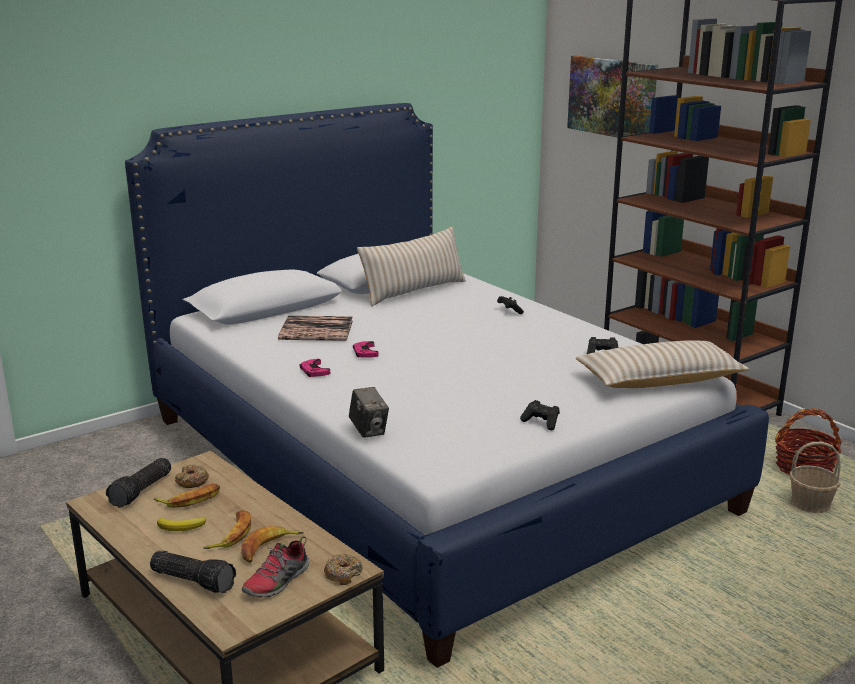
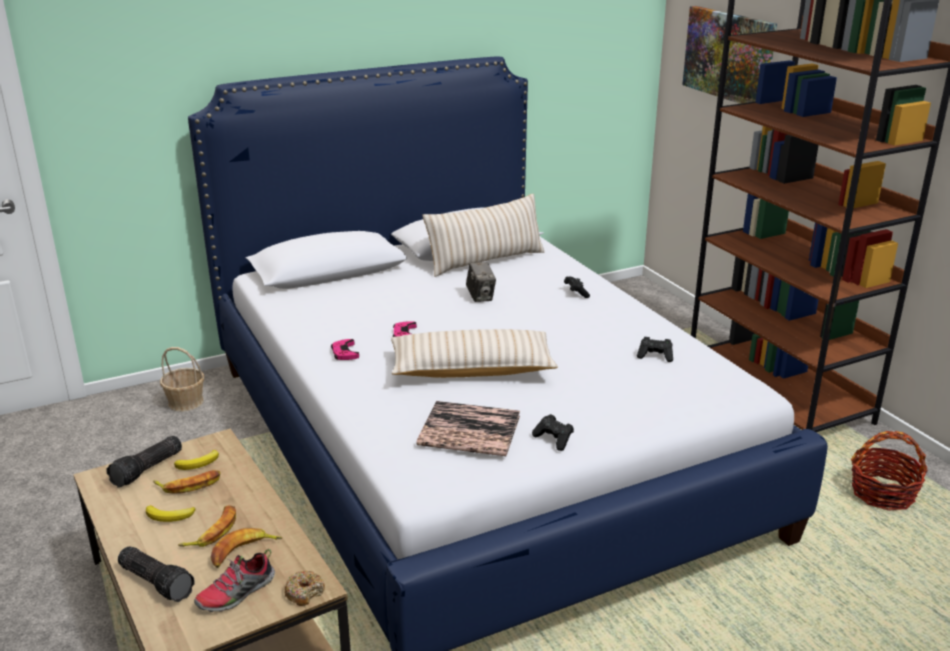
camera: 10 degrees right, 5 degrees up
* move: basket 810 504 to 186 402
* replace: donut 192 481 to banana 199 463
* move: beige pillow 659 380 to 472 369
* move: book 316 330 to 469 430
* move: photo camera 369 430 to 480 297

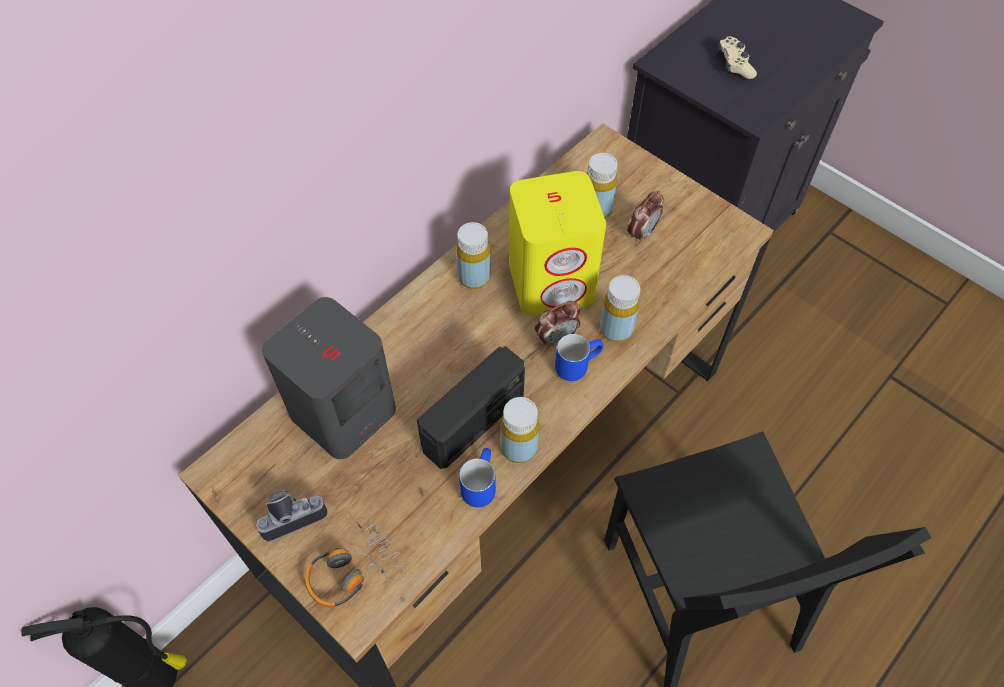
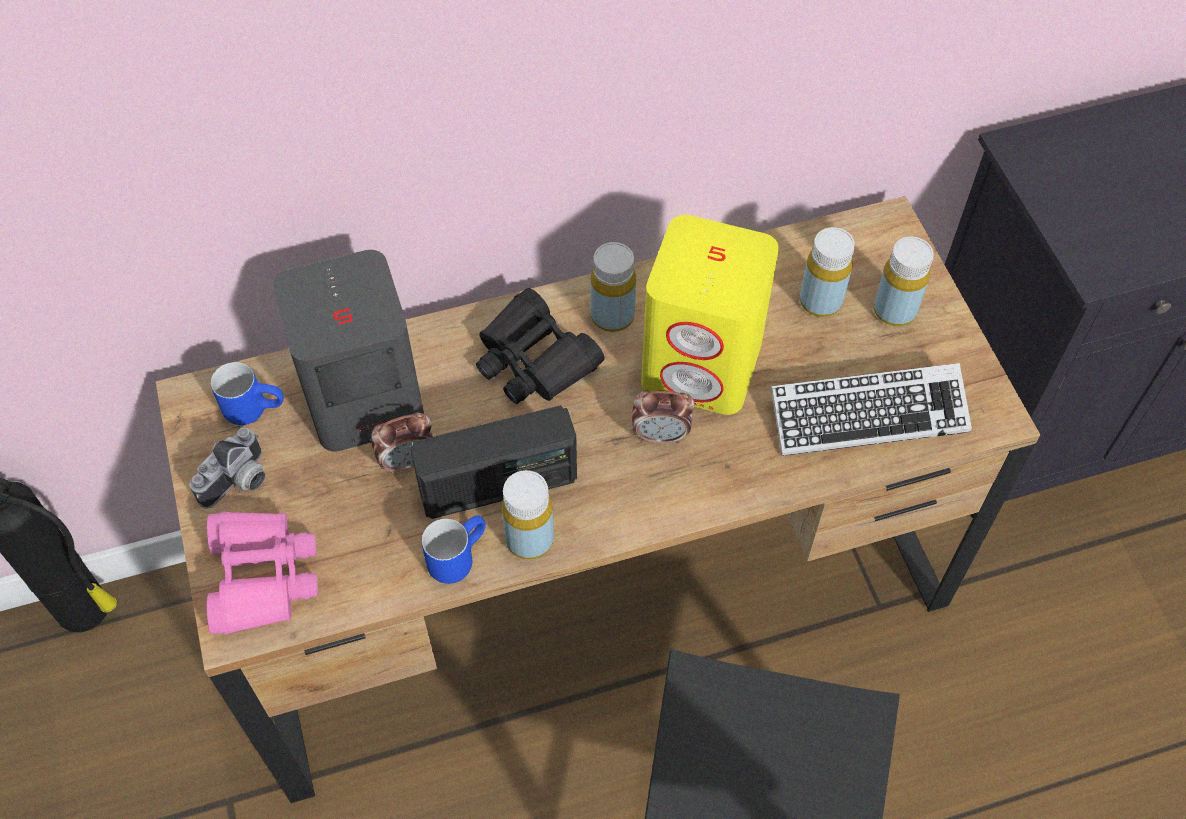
camera: 30 degrees right, 0 degrees up
* rotate: photo camera 292 514 = 239 483 120 degrees clockwise
* replace: headphones 353 571 to pink binoculars 262 577
* move: blue mug 576 364 to 255 407
* move: alarm clock 642 233 to 407 461
* insert: black binoculars 534 360
* insert: keyboard 868 415
* move: yellow bottle 616 329 to 894 310
* delete: beige game controller 734 64

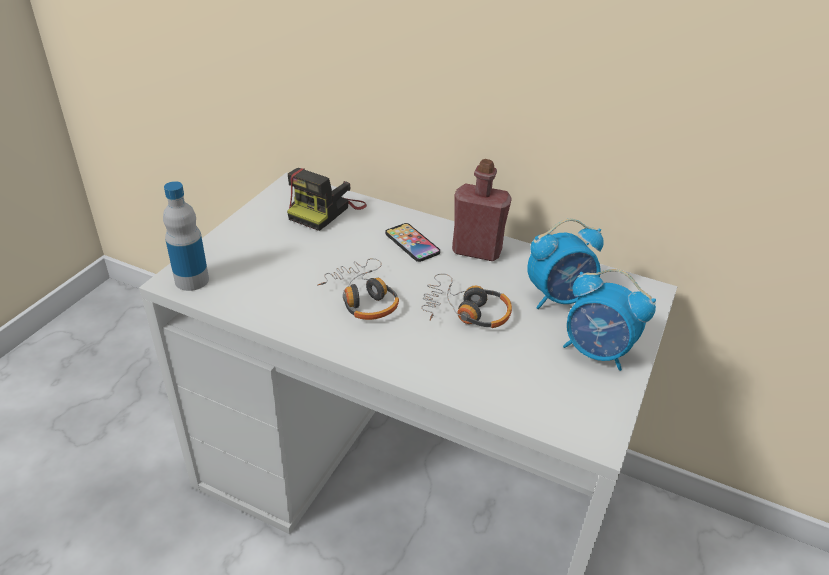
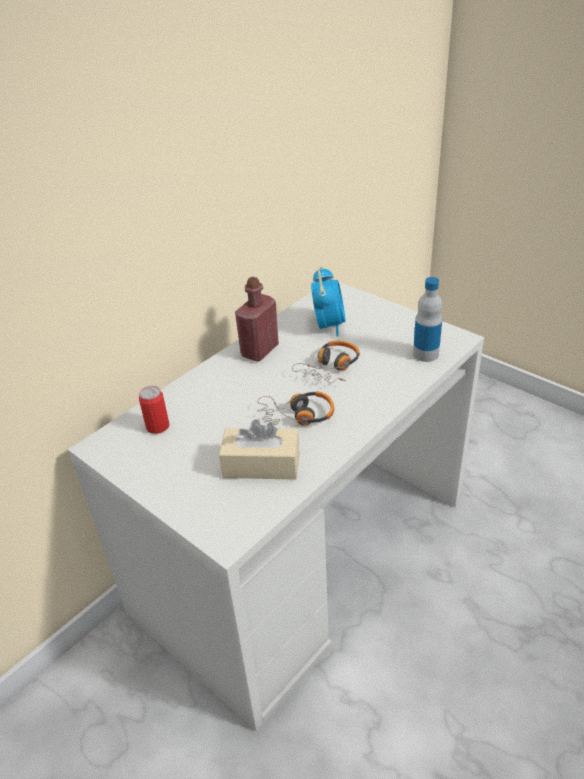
camera: 70 degrees left, 0 degrees up
* replace: photo camera 325 210 to can 157 426
* insert: beige tissue box 261 465
* move: bottle 192 280 to 425 354
* delete: phone 412 243
* delete: alarm clock 597 352

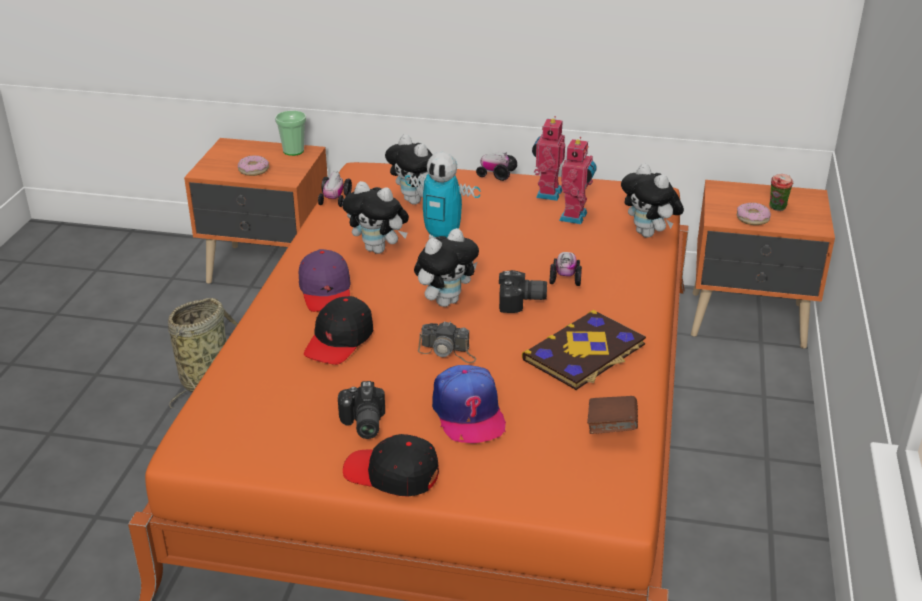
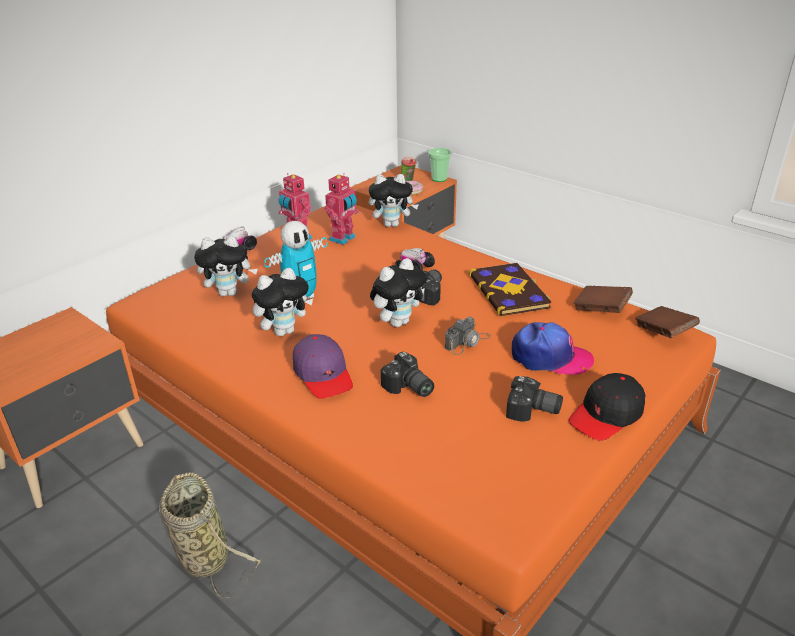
camera: 60 degrees left, 0 degrees up
* rotate: purple cap 326 291 = 323 374 45 degrees clockwise
* rotate: toy robot 575 217 = 343 239 75 degrees clockwise
* rotate: plush toy 446 301 = 398 322 60 degrees clockwise
* replace: black cap 339 340 to photo camera 408 388
* move: cup 293 151 to 439 179
* insert: brown book 663 333
* delete: donut 253 170
* delete: toy car 334 199

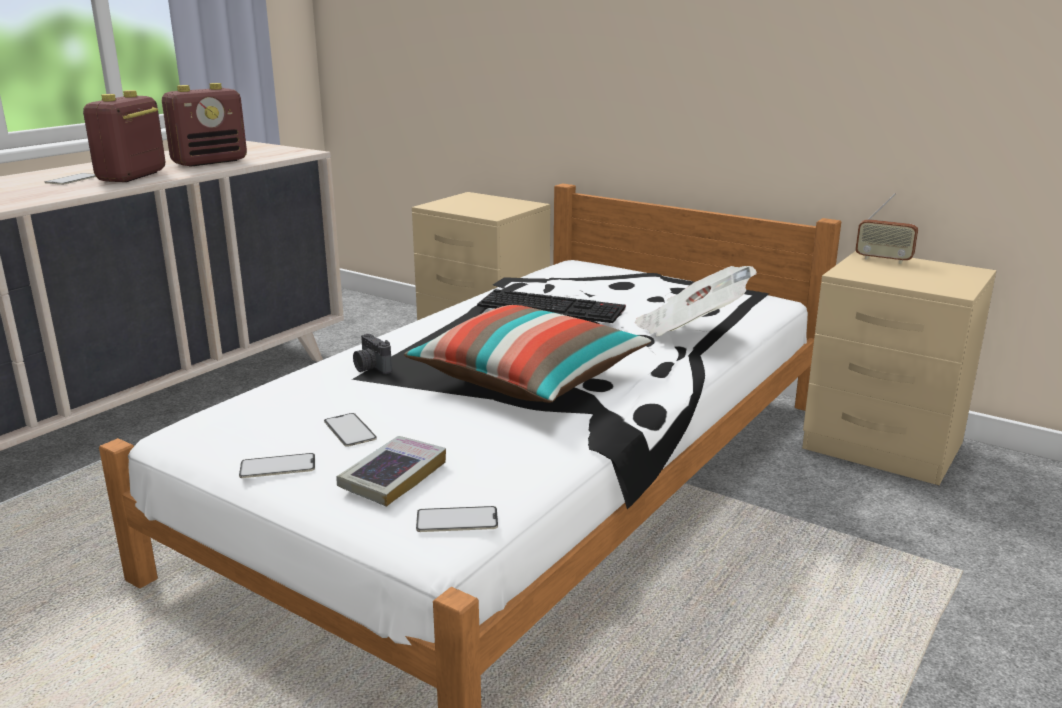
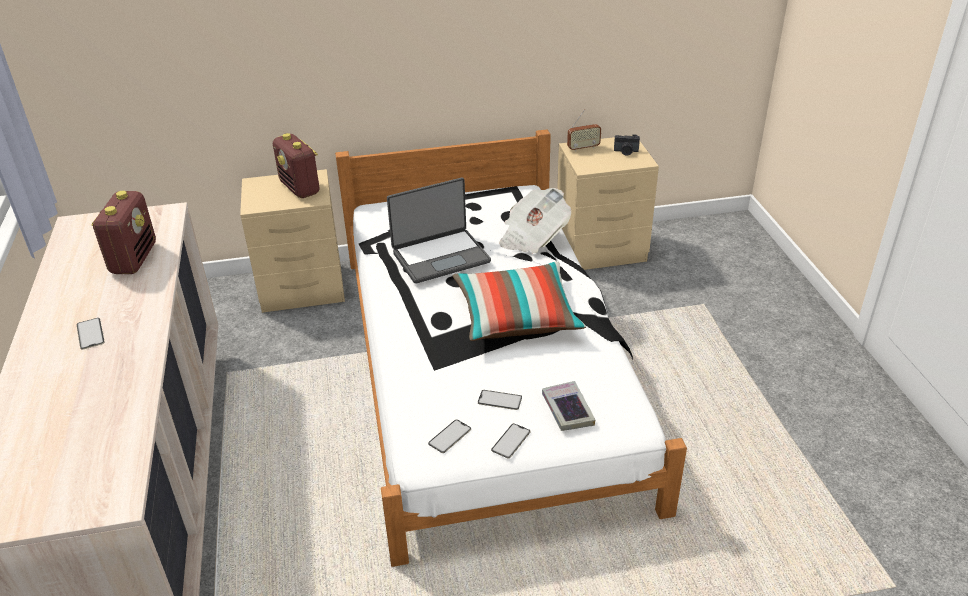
camera: 45 degrees left, 15 degrees up
* move: radio 132 177 to 300 188
* replace: keyboard 553 307 to laptop 440 256
* move: phone 457 520 to 450 436
* move: photo camera 371 368 to 626 152

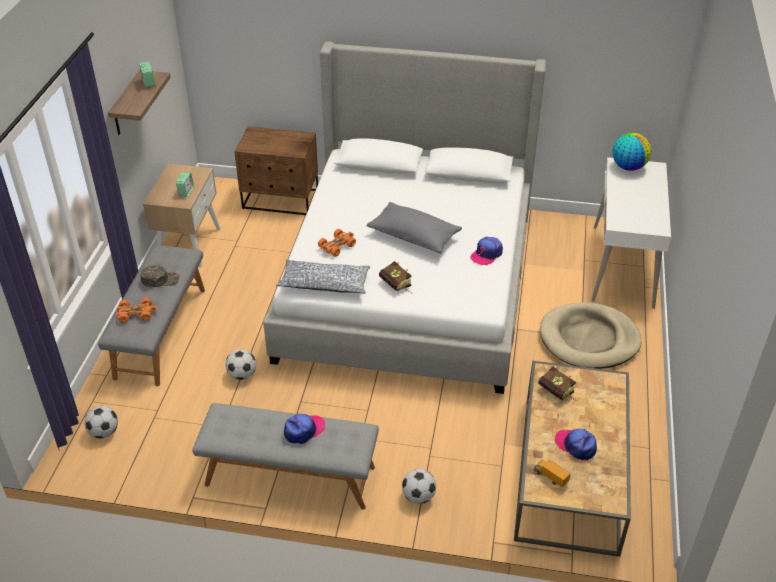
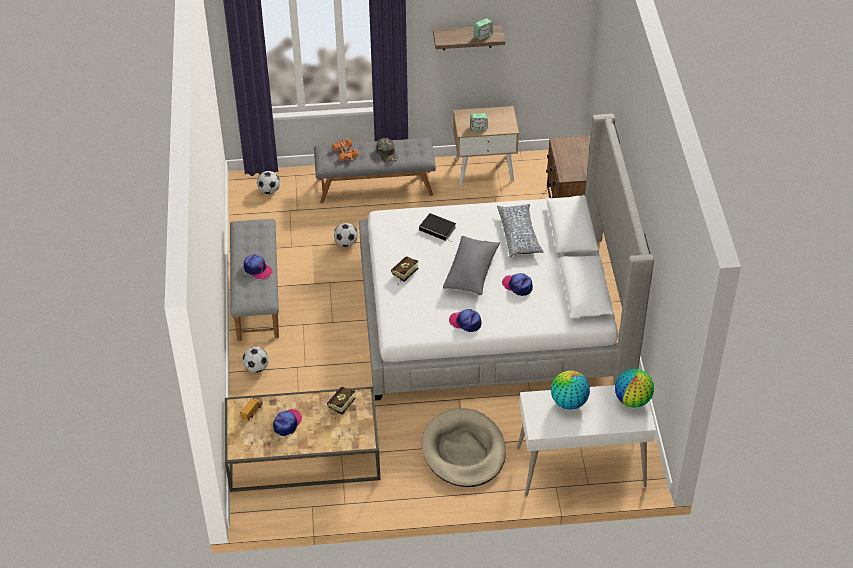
camera: 75 degrees right, 5 degrees up
* replace: orange toy car 337 246 to book 438 229
* move: pillow 324 283 to 519 235
* insert: cap 517 286
* insert: globe 568 402

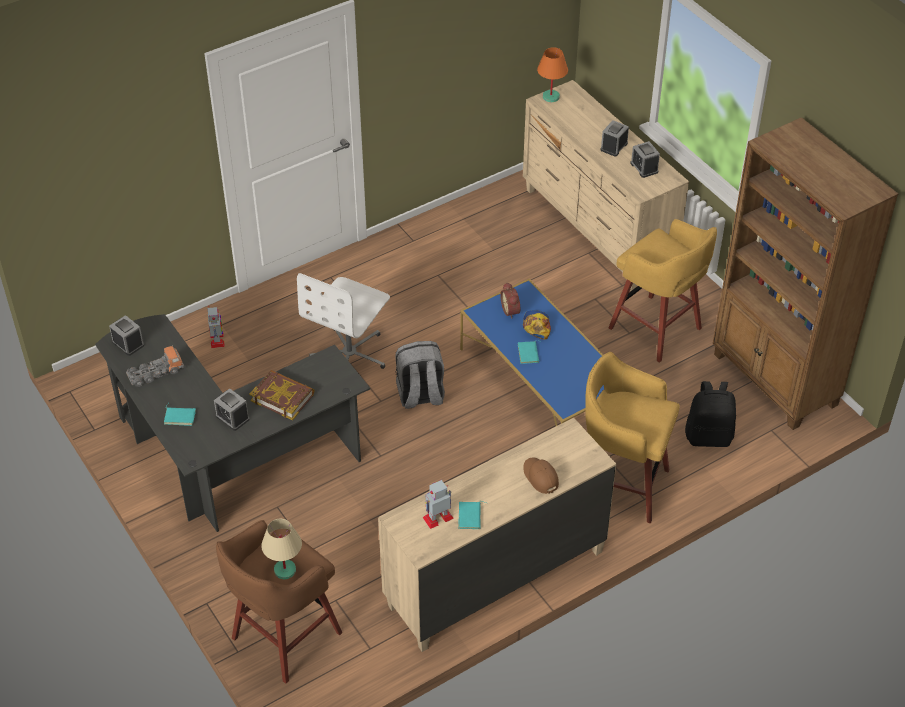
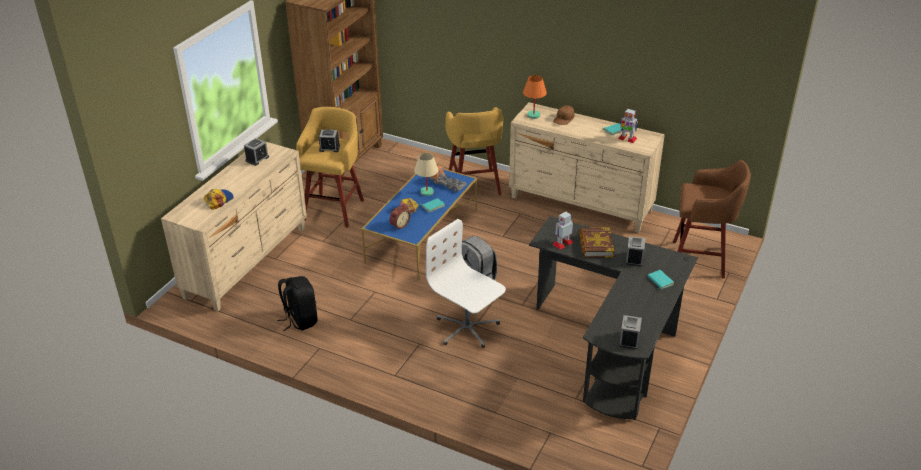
camera: 120 degrees left, 10 degrees down
* insert: cap 218 200
* move: black backpack 709 436 to 300 320
* move: alarm clock 614 146 to 329 148
* move: beige table lamp 285 570 to 427 192
* rotate: white office chair 350 354 = 467 328 135 degrees counterclockwise
* move: toy truck 156 373 to 447 184
* move: orange table lamp 551 97 to 533 115
* move: toy robot 217 340 to 563 243

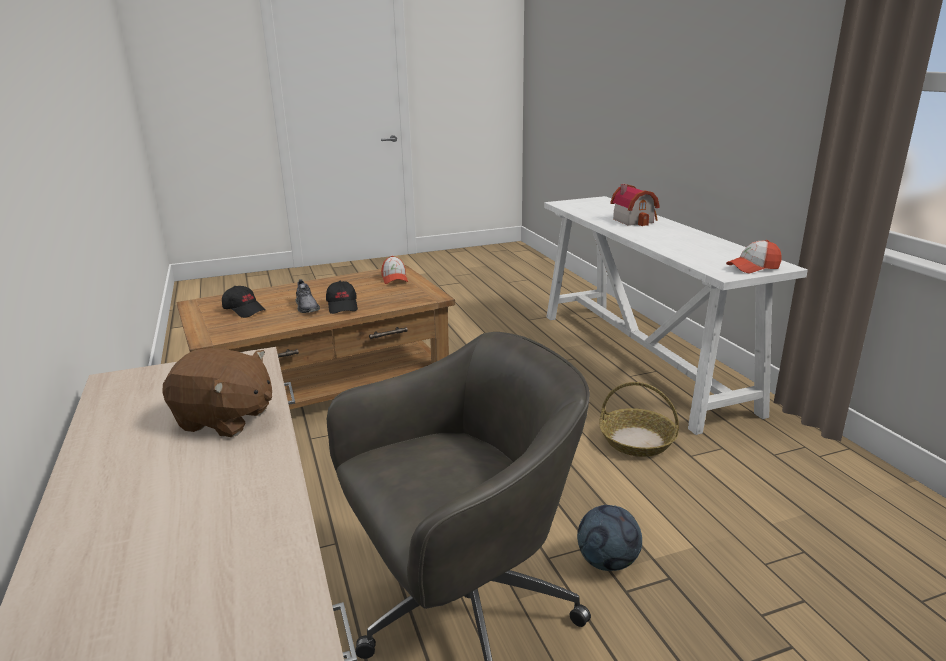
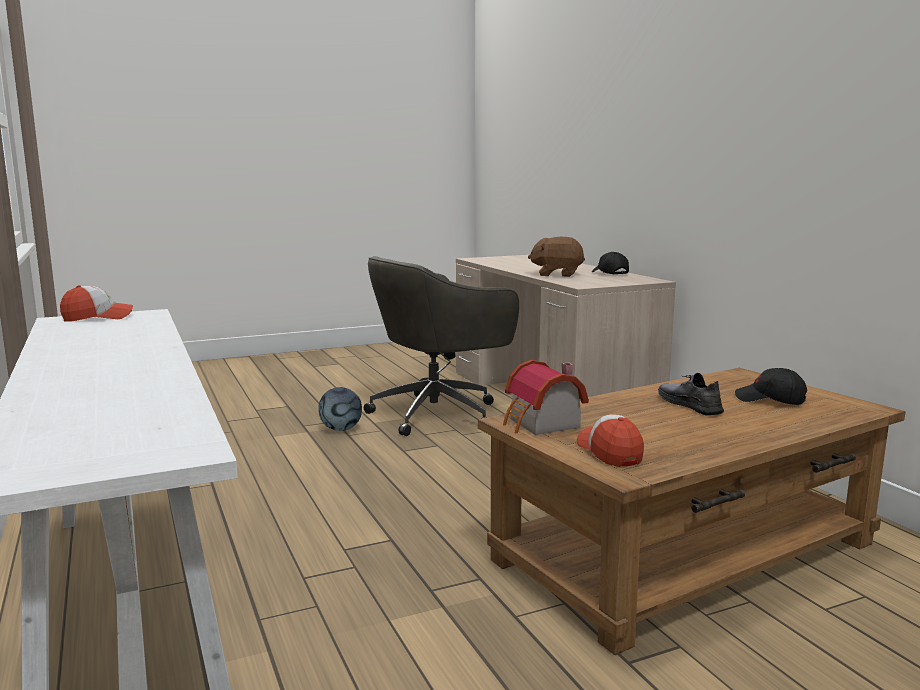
camera: 175 degrees right, 10 degrees down
* move: toy house 635 220 to 541 424
* move: black cap 343 306 to 609 273
* delete: basket 636 441

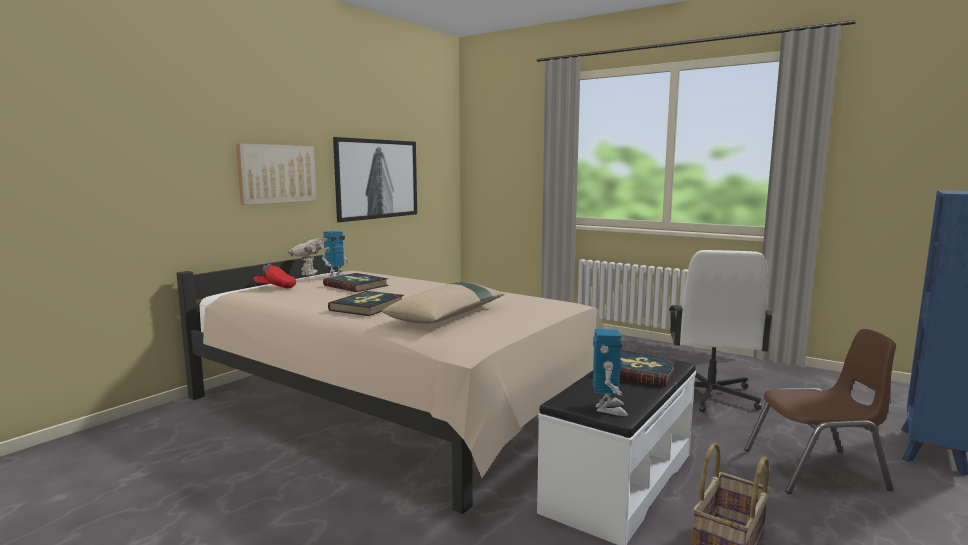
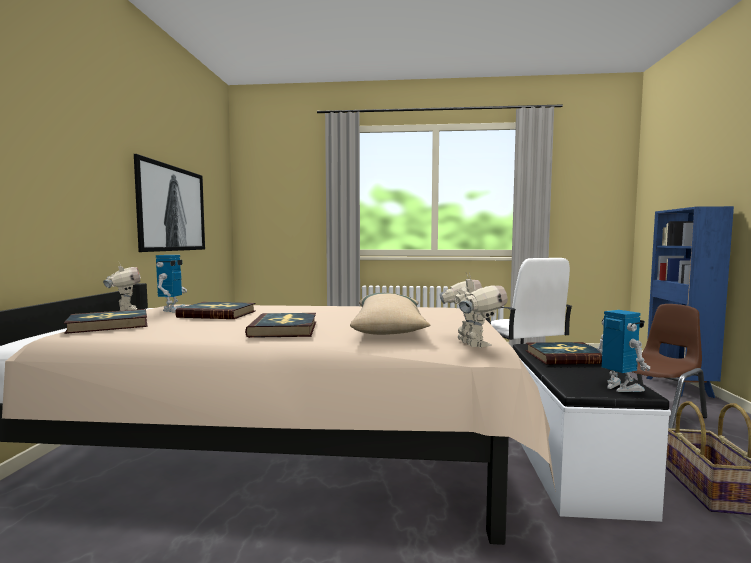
camera: 30 degrees left, 5 degrees down
* replace: red cap 275 287 to book 109 325
* insert: toy robot 471 344
* delete: picture 277 174

